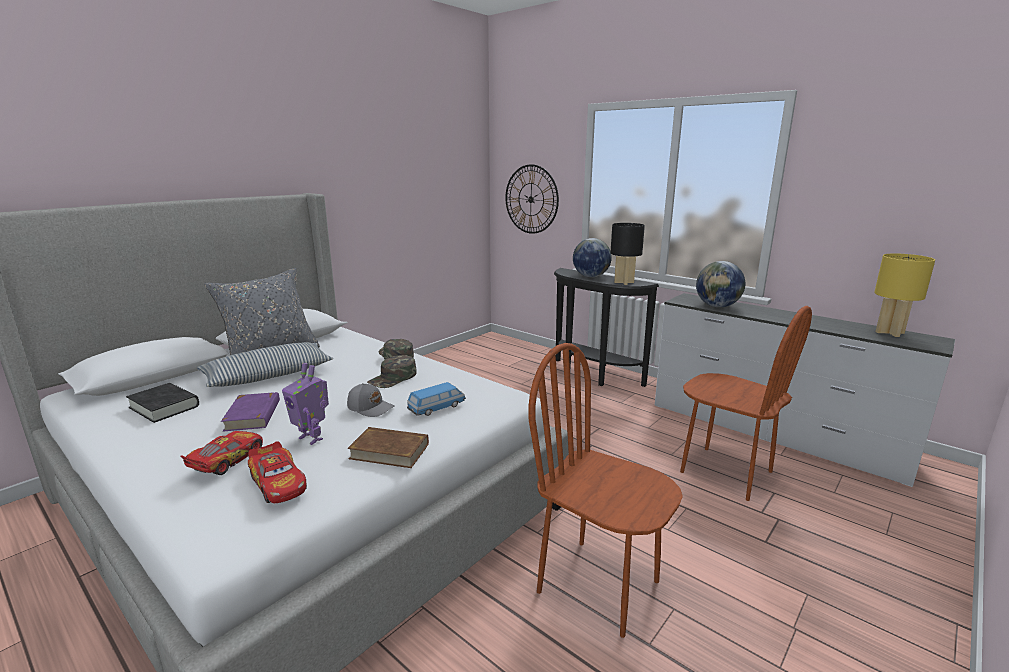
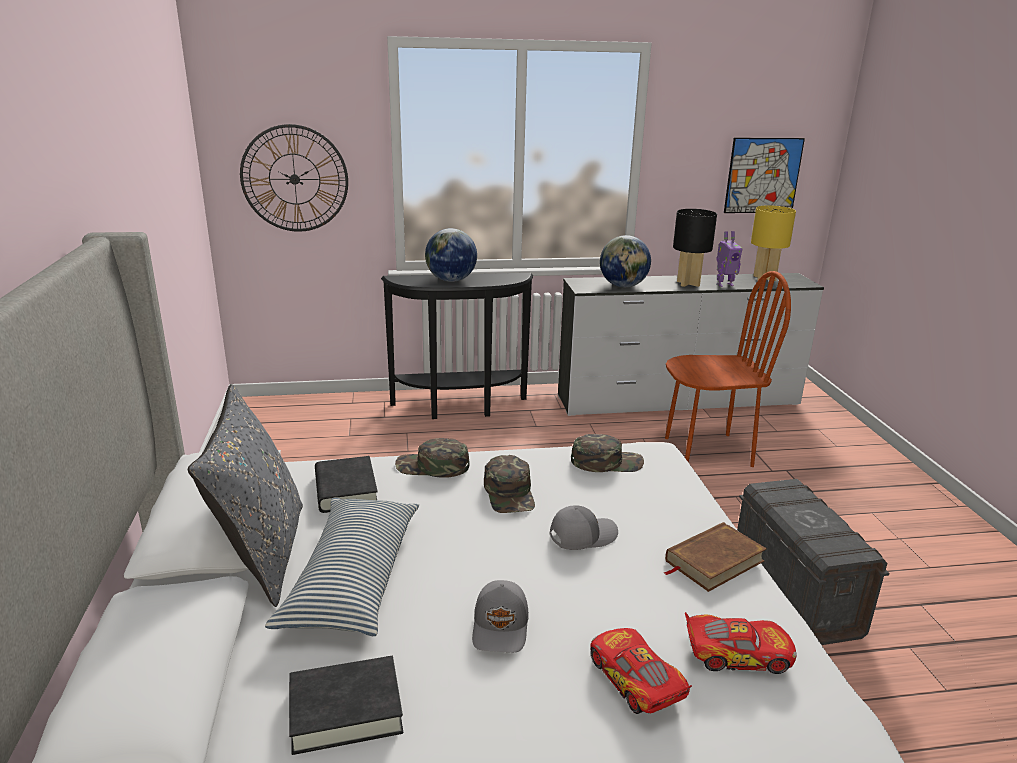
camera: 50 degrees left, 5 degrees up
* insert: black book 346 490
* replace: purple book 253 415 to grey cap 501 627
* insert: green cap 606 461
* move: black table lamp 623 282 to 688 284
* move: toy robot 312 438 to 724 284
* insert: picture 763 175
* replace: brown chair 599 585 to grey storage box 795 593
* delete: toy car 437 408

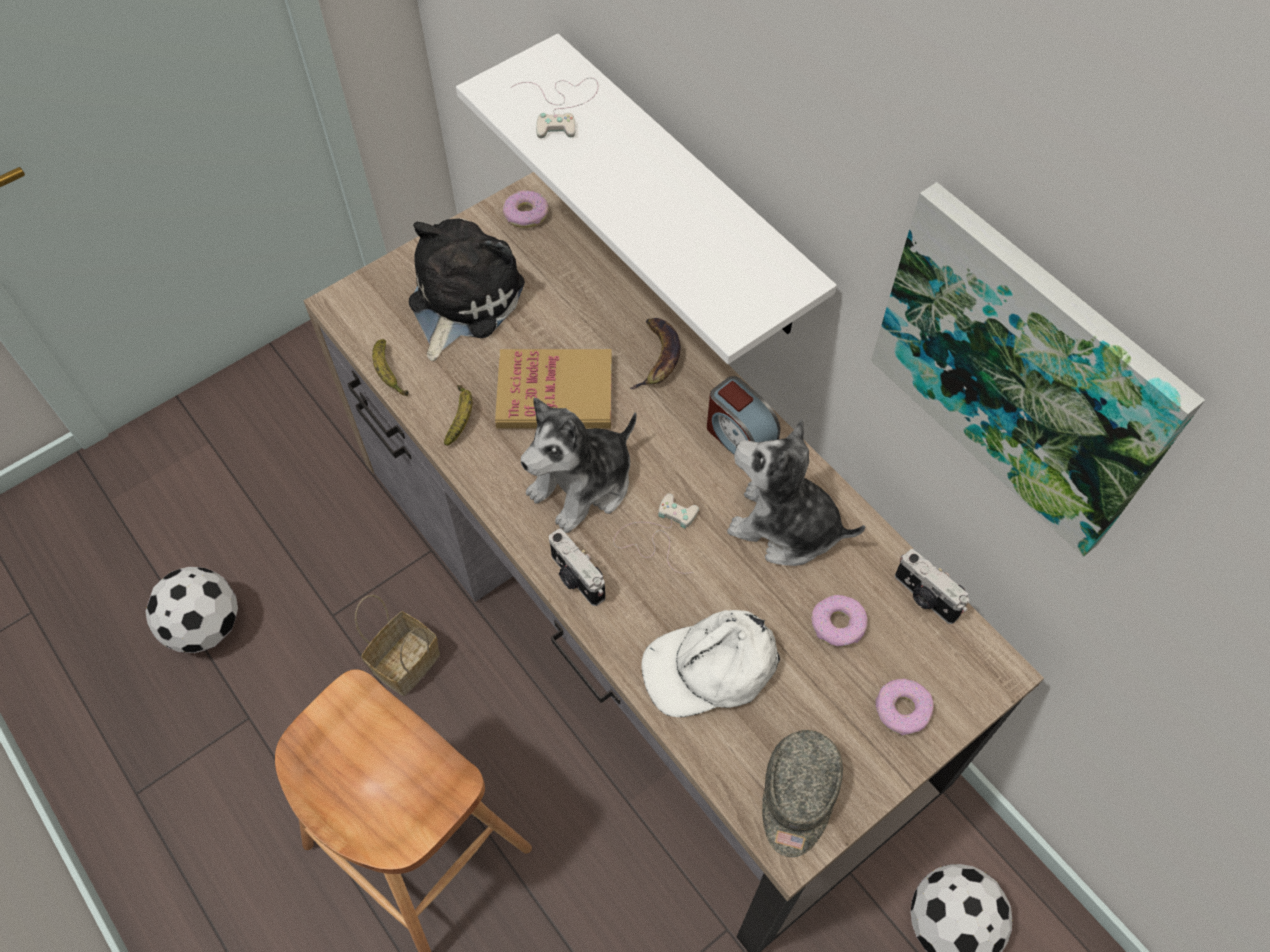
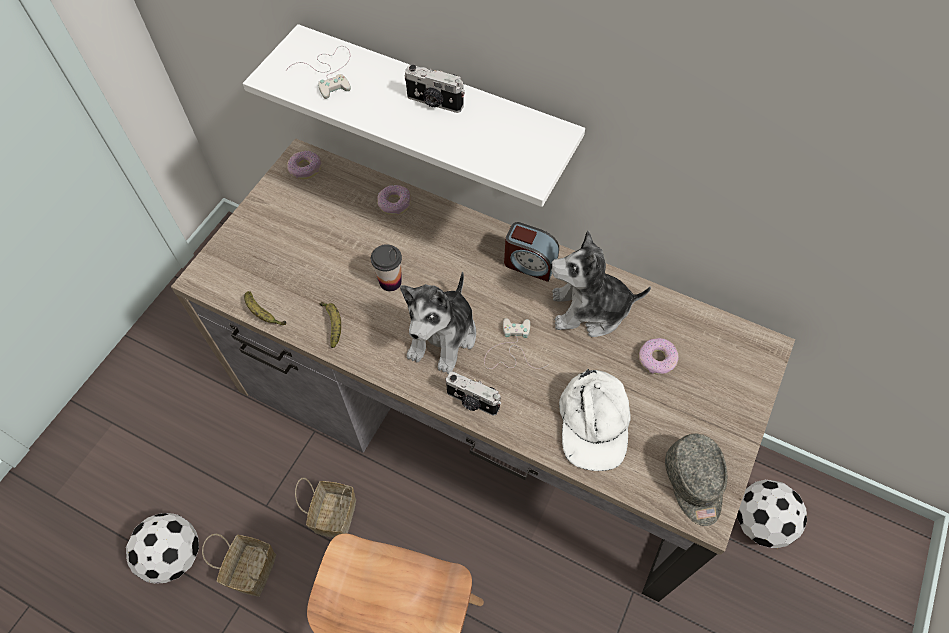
camera: 25 degrees left, 0 degrees up
* insert: basket 252 568
* replace: book 555 393 to cup 390 282
* move: donut 901 710 to 394 203
* move: photo camera 925 597 to 434 103
* rotate: white cap 711 667 = 593 422 45 degrees counterclockwise
* delete: plush toy 461 300
* delete: banana 657 357
* delete: picture 1022 370

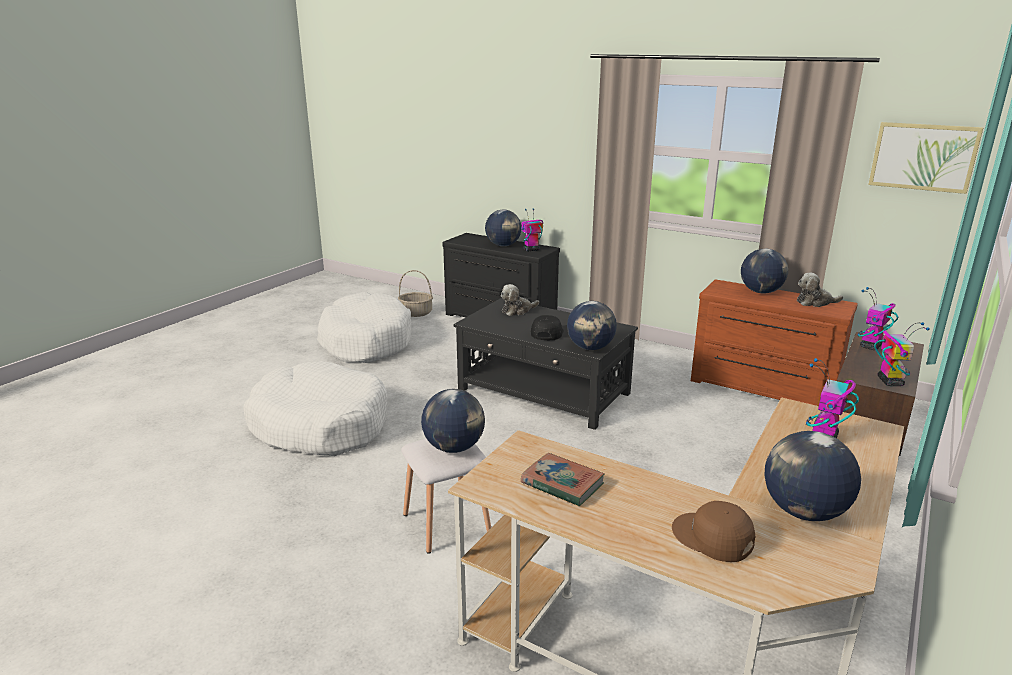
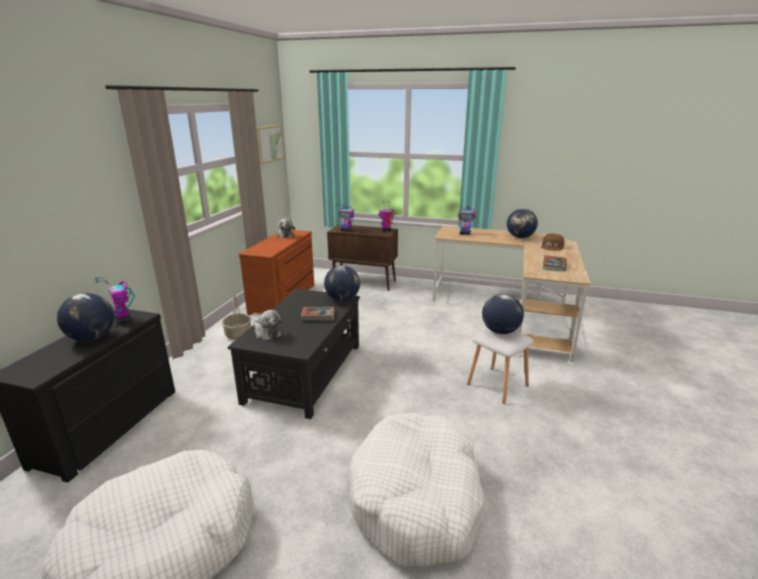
camera: 105 degrees left, 0 degrees up
* move: basket 416 313 to 238 334
* replace: black cap 546 332 to book 318 316
* delete: globe 761 292

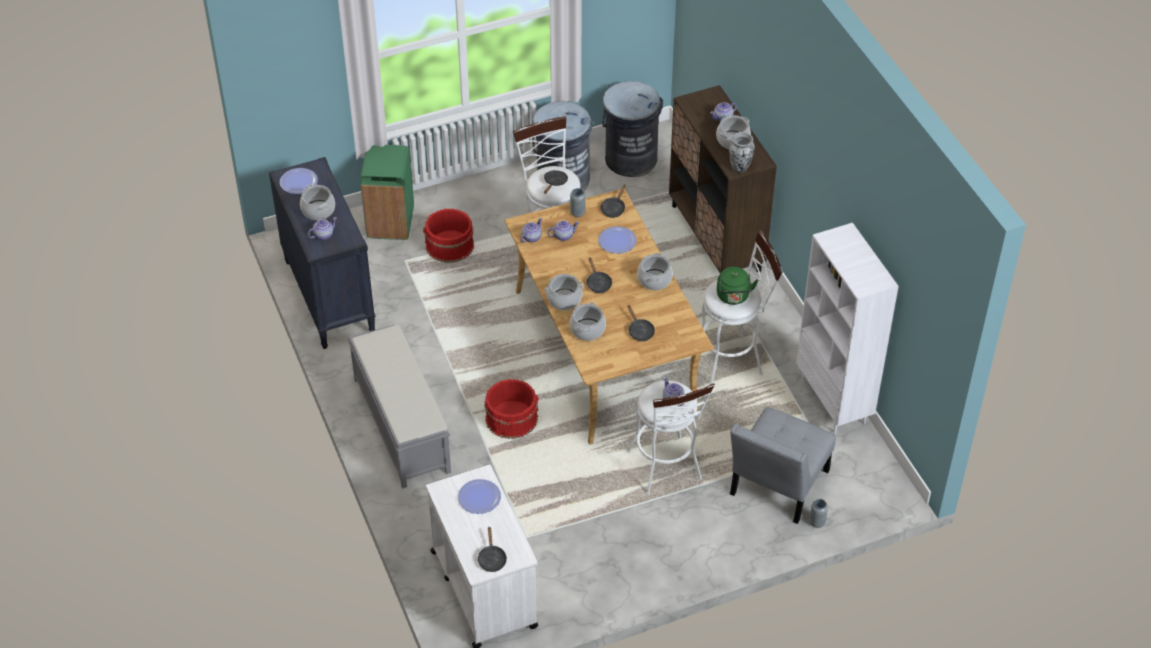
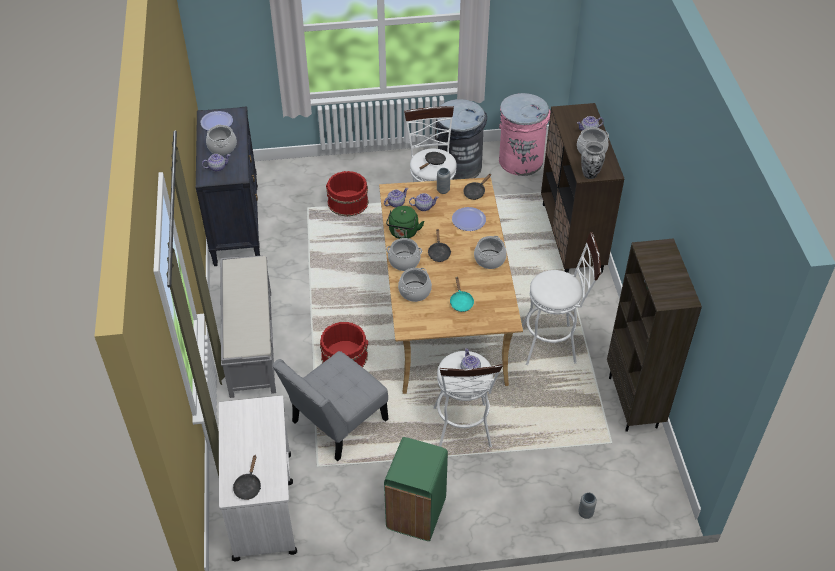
camera: 15 degrees right, 0 degrees up
* move: grey chair 776 487 to 335 424
* move: green trash can 390 223 to 415 514
* move: green kettle 733 297 to 403 233
* recolor: black frying pan 640 331 to turquoise frying pan 461 302
* recolor: grey trash can 630 159 to pink trash can 520 160
* recolor: white bookcase 834 402 to brown bookcase 634 402
* delete: plate 479 497

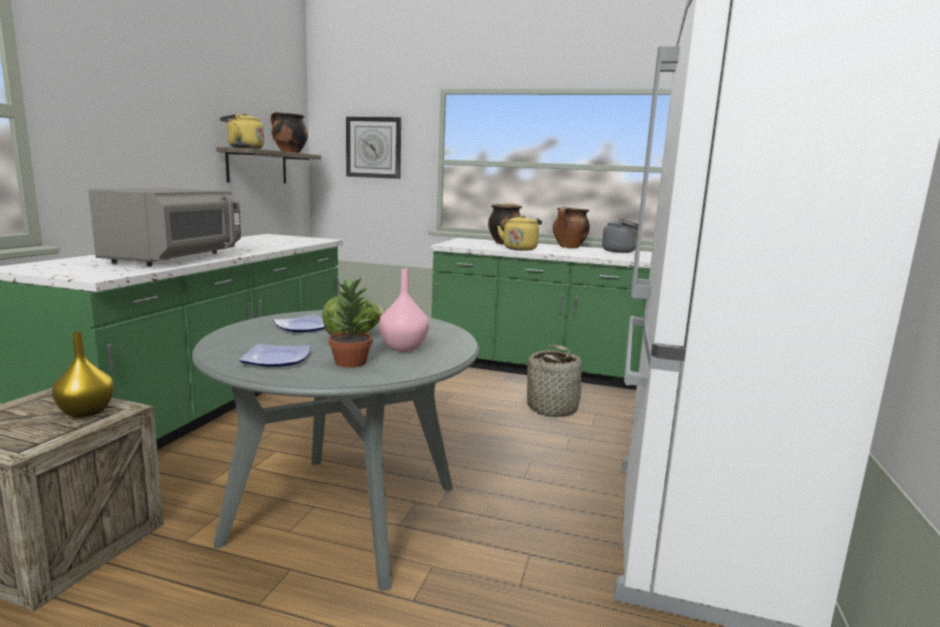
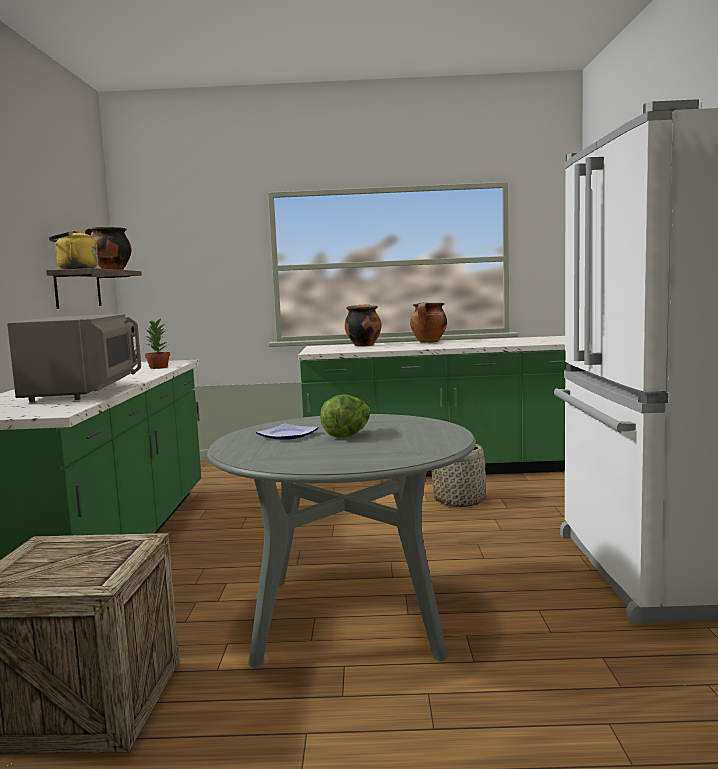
camera: 15 degrees left, 5 degrees down
* move: potted plant 350 363 to 158 367
* delete: yellow vase 87 412
* delete: plate 277 360
* delete: wall clock 373 147
* delete: pink vase 404 348
* delete: yellow kettle 520 249
* delete: grey kettle 621 251

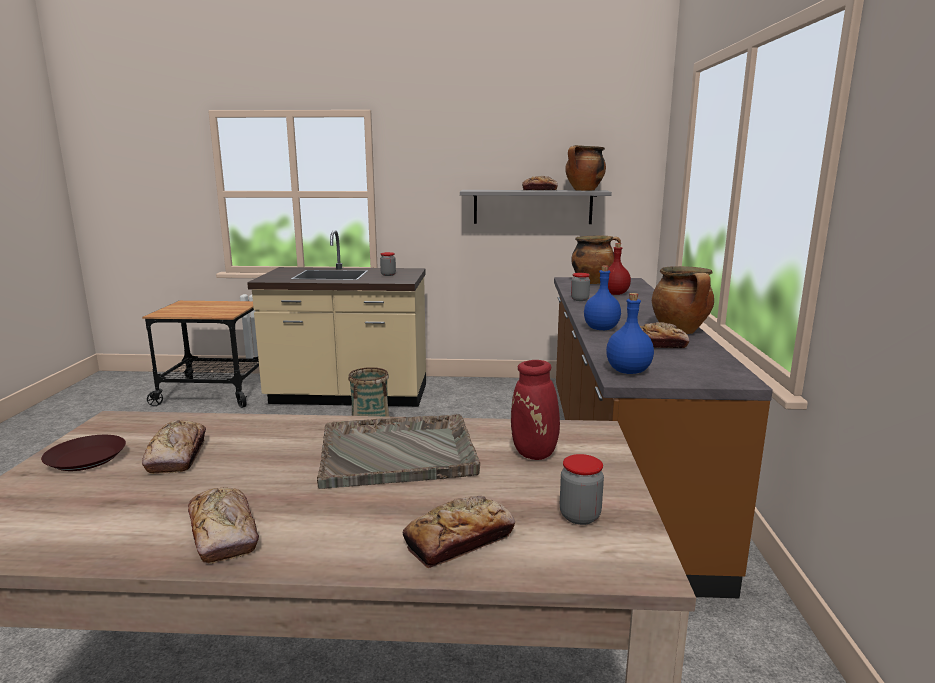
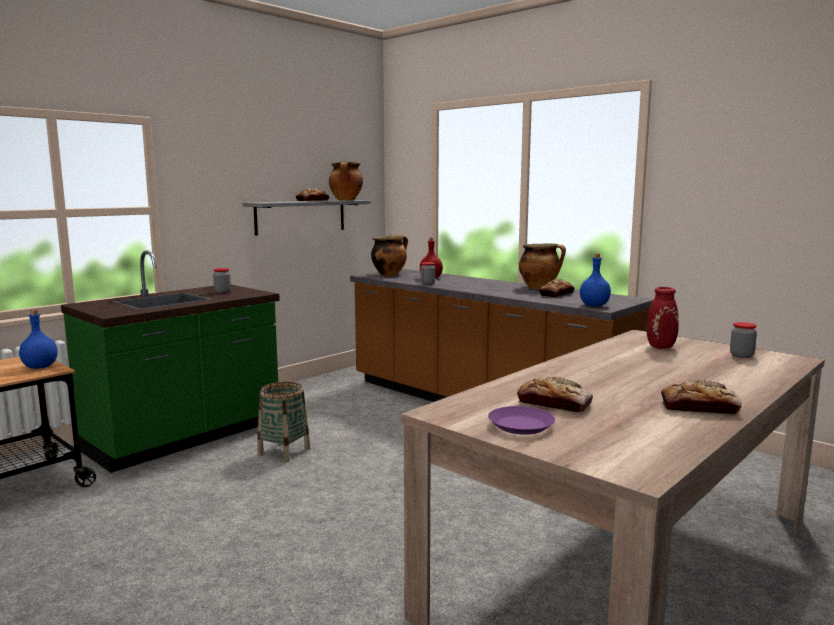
camera: 50 degrees left, 5 degrees down
* move: blue bottle 601 329 to 40 367
* recolor: beige counter 348 396 to green counter 185 438
* recolor: brown plate 87 459 to purple plate 521 425
* delete: grey tray 399 453
* delete: bread 459 540

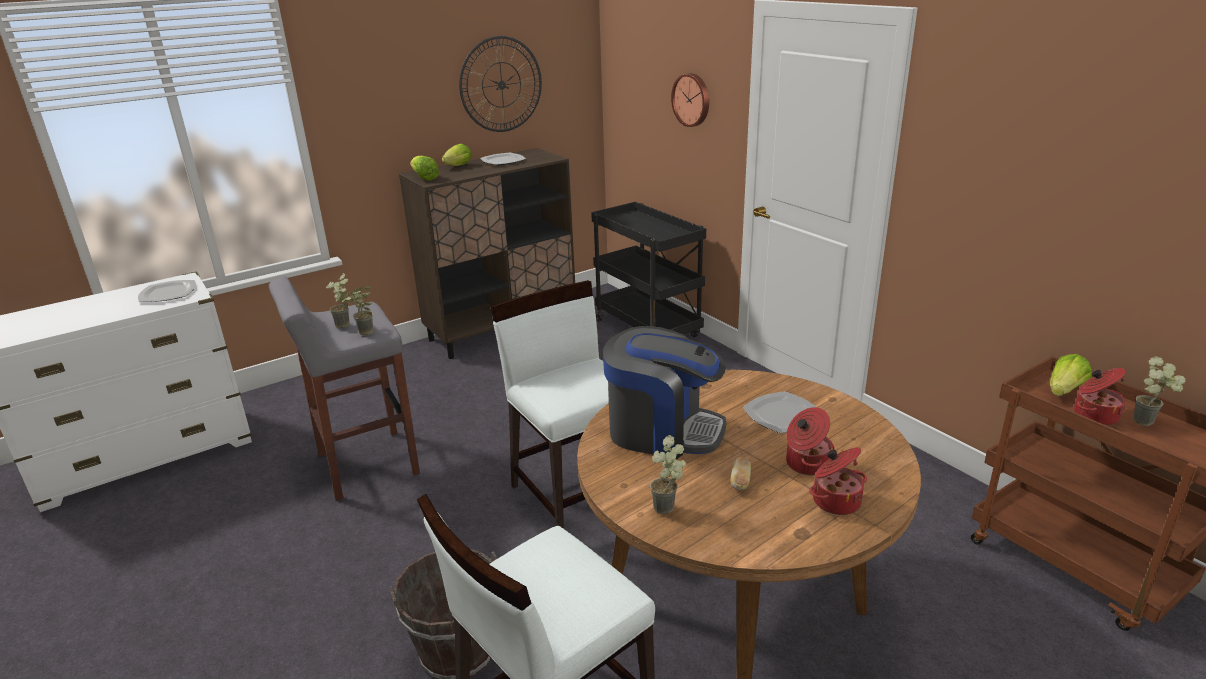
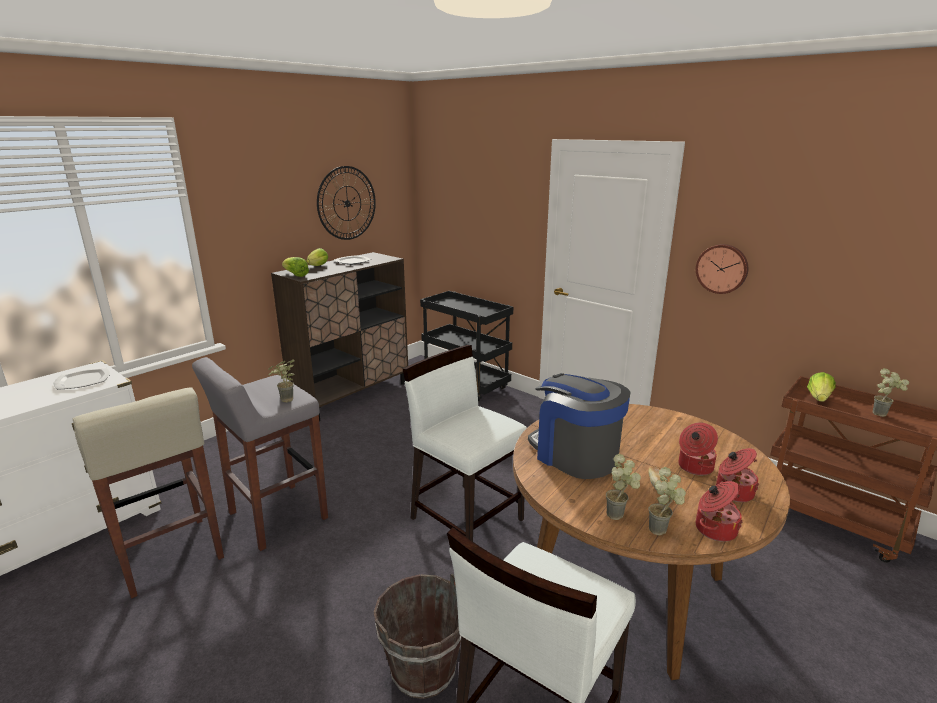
camera: 15 degrees left, 5 degrees down
* insert: beige stool 169 557
* rotate: coffee machine 663 431 = 574 455 135 degrees counterclockwise
* move: potted plant 345 326 to 663 531
* move: wall clock 692 100 to 722 268
* move: cooking pot 1094 415 to 714 529
* delete: plate 783 415

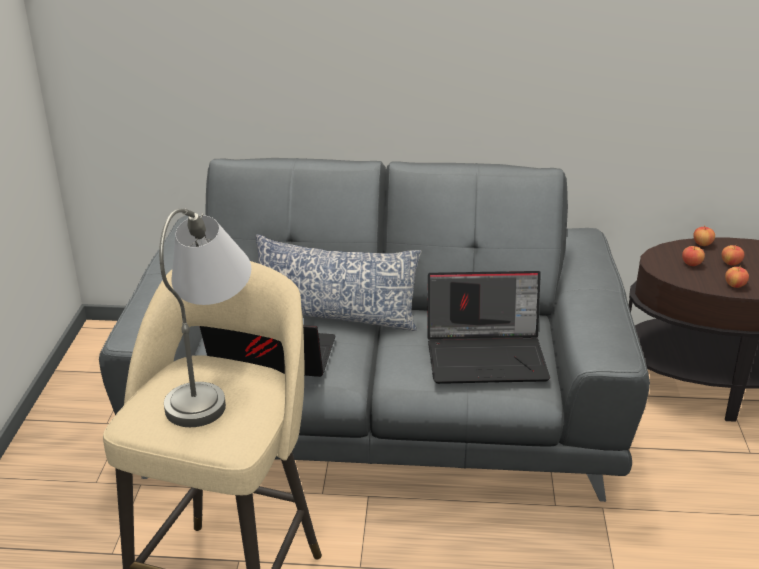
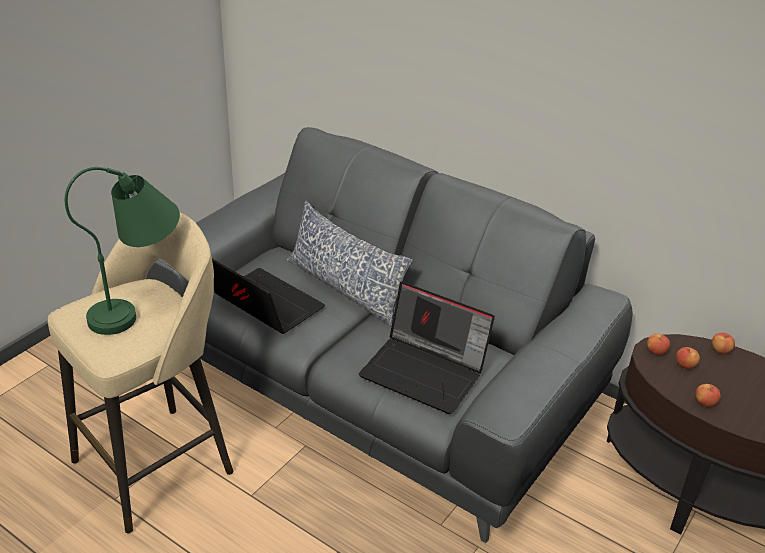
camera: 30 degrees right, 5 degrees up
* recolor: grey table lamp 212 383 to green table lamp 141 306
* move: apple 731 263 to 656 351

